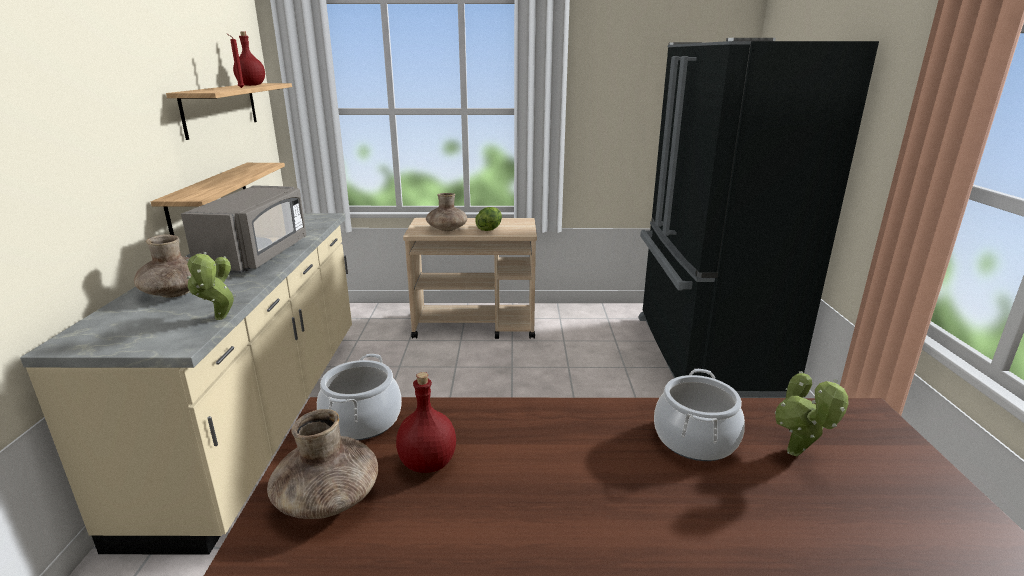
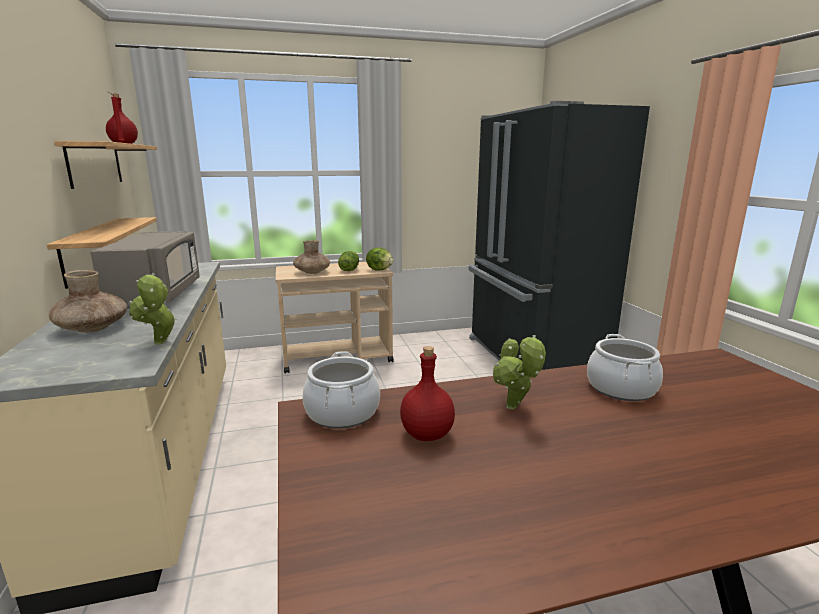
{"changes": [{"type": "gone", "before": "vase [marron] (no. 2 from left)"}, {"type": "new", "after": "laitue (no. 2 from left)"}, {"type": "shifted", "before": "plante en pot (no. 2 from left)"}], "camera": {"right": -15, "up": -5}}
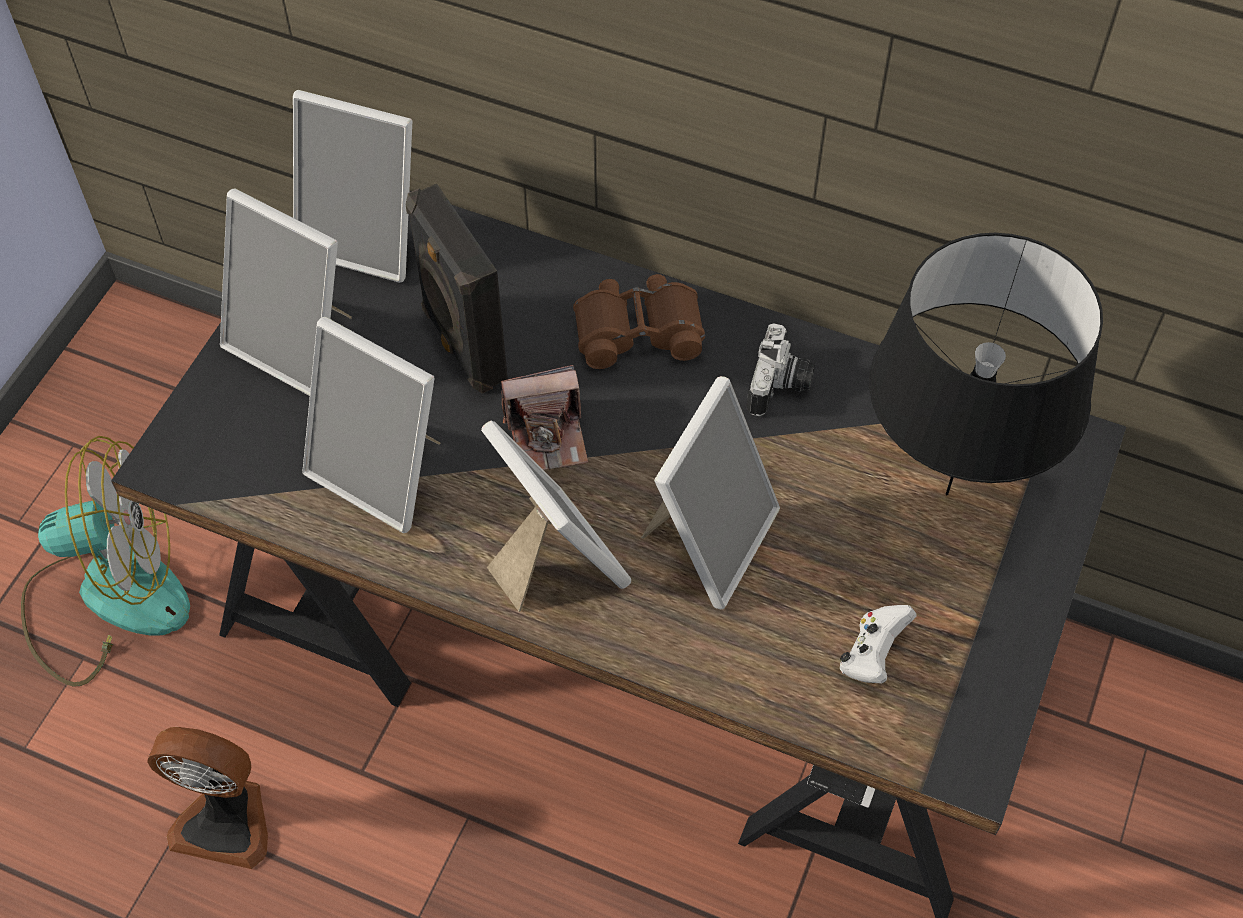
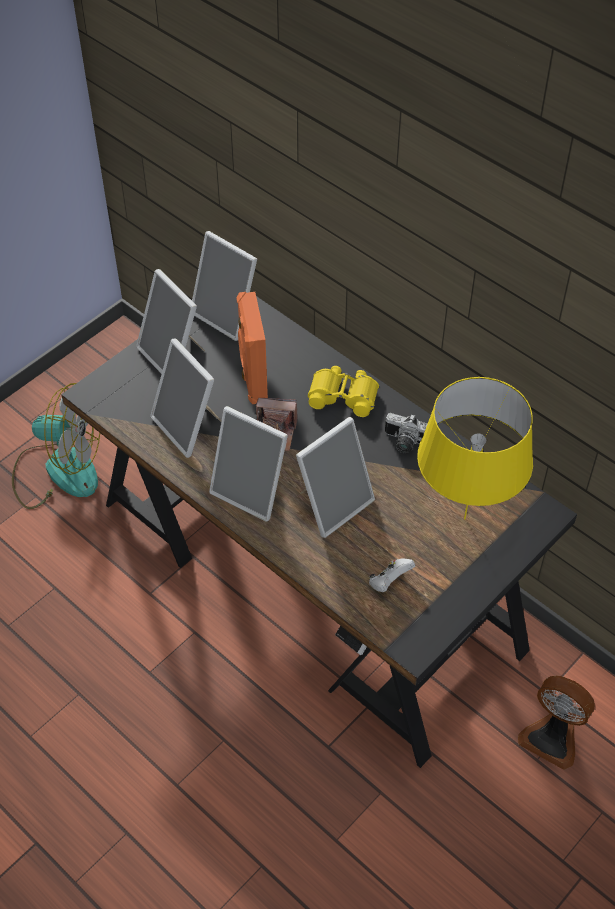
{"changes": [{"type": "shifted", "before": "ventilateur (no. 2 from left)"}, {"type": "repainted", "before": "enceinte [noir]", "after": "enceinte [orange]"}, {"type": "repainted", "before": "jumelles [marron]", "after": "jumelles [jaune]"}, {"type": "repainted", "before": "lampe de table [noir]", "after": "lampe de table [jaune]"}, {"type": "rotated", "before": "cadre photo (no. 4 from left)", "turn": 135}, {"type": "rotated", "before": "appareil photo (no. 2 from left)", "turn": 75}], "camera": {"right": 20, "up": -5}}
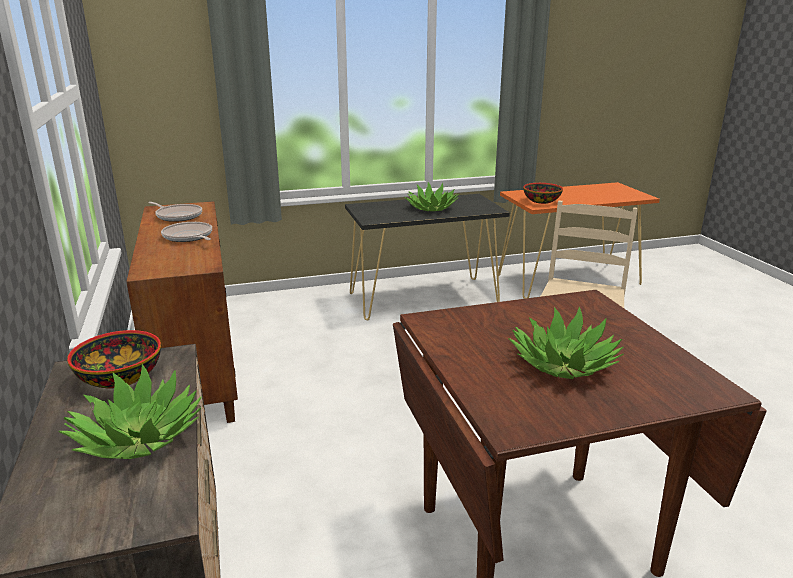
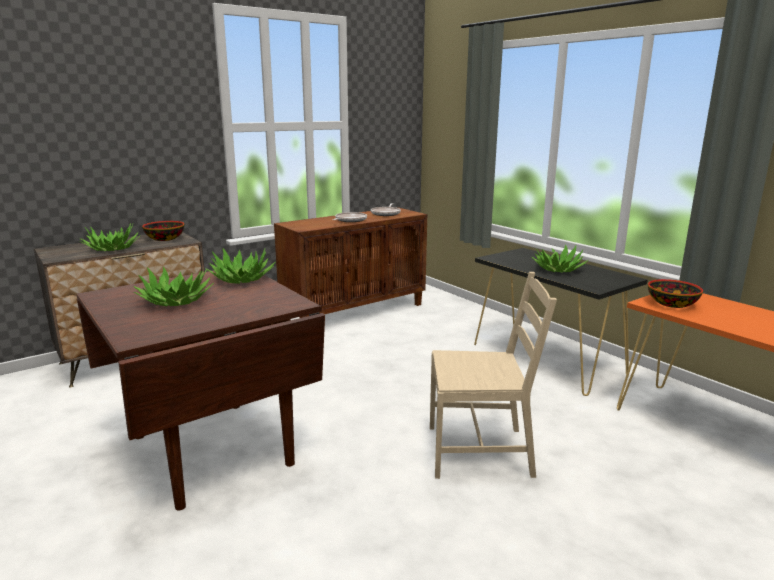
{"changes": [{"type": "new", "after": "plante en pot (no. 3 from left)"}], "camera": {"right": 70, "up": -5}}
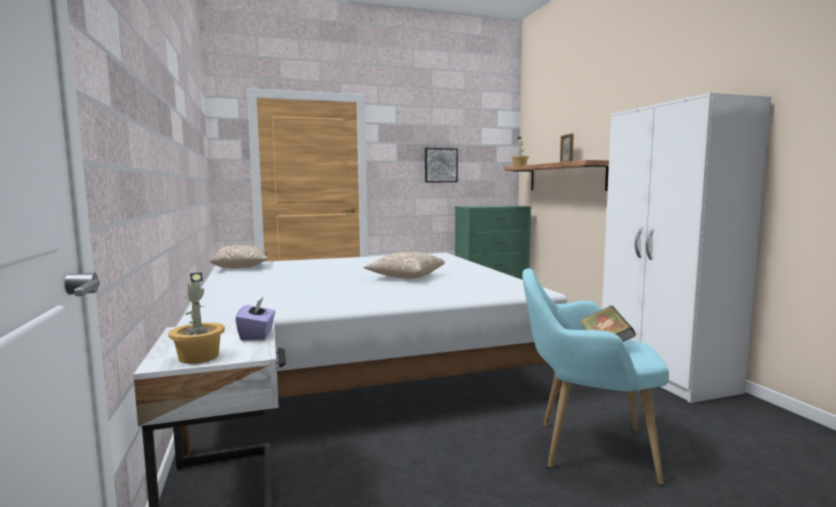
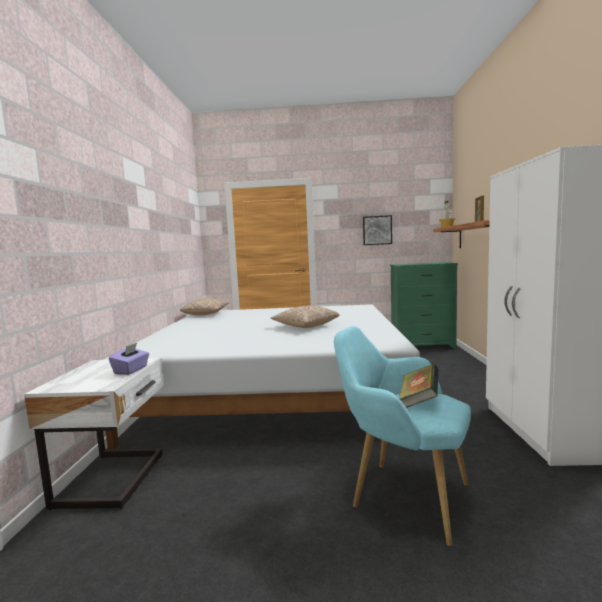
{"changes": [{"type": "gone", "before": "plante en pot (no. 1 from left)"}], "camera": {"right": 20, "up": 0}}
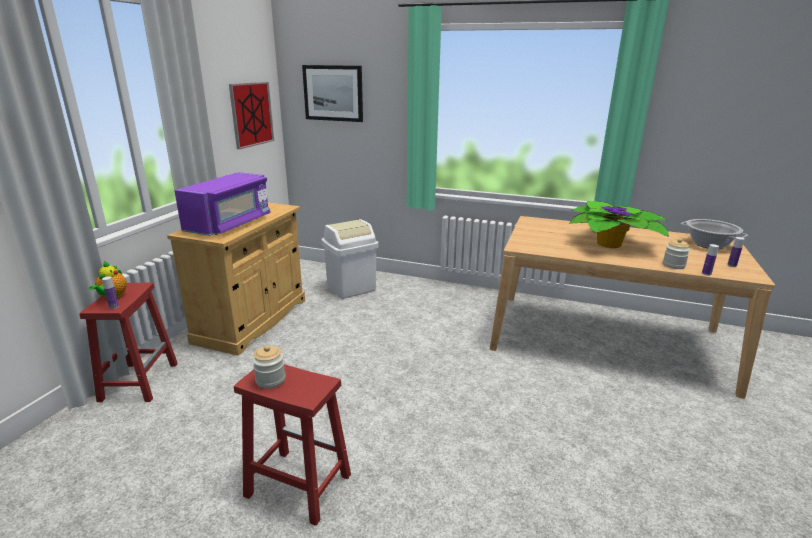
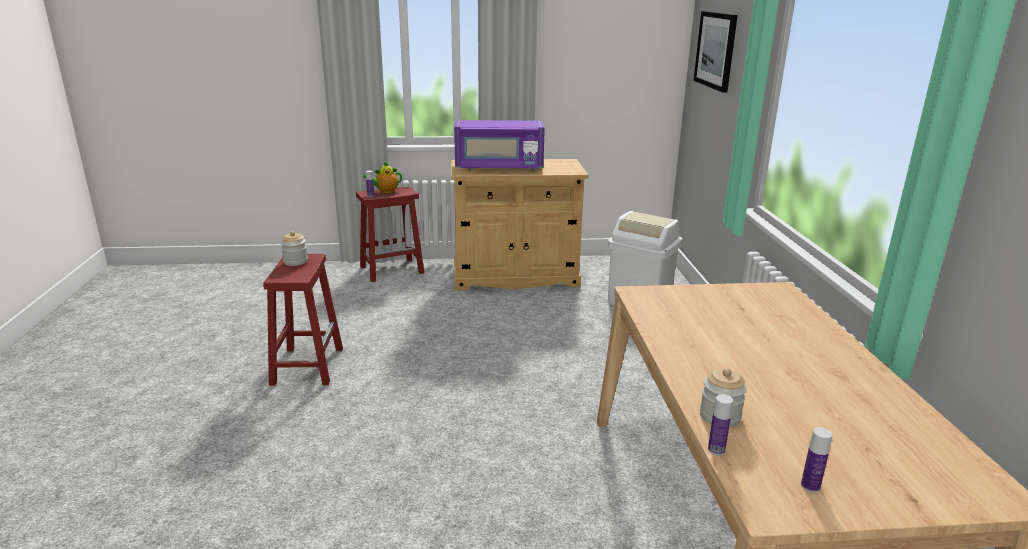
{"changes": [{"type": "gone", "before": "tableau (no. 1 from left)"}, {"type": "gone", "before": "plante en pot"}, {"type": "gone", "before": "marmite"}], "camera": {"right": 65, "up": 0}}
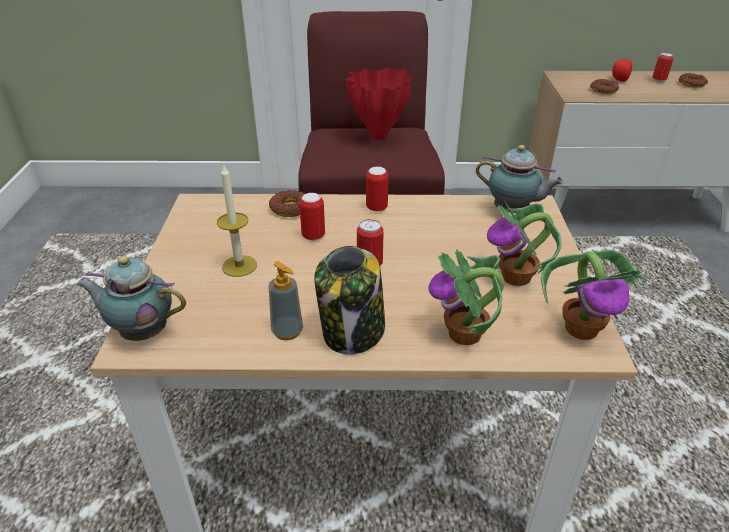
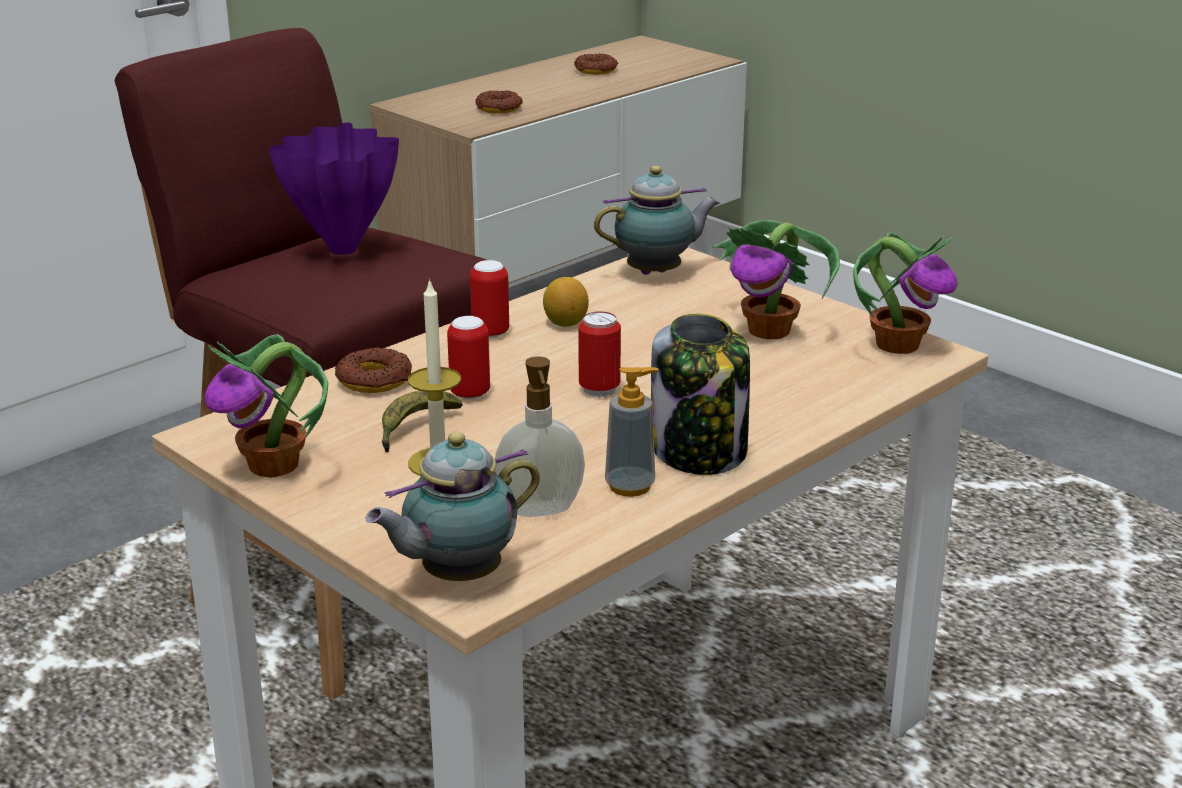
{"changes": [{"type": "gone", "before": "tomate"}, {"type": "gone", "before": "boîte métallique (no. 4 from left)"}, {"type": "new", "after": "banane"}, {"type": "new", "after": "distributeur de savon (no. 1 from left)"}, {"type": "new", "after": "citron"}, {"type": "shifted", "before": "plante en pot (no. 1 from left)"}, {"type": "repainted", "before": "vase [rouge]", "after": "vase [violet]"}], "camera": {"right": -45, "up": -10}}
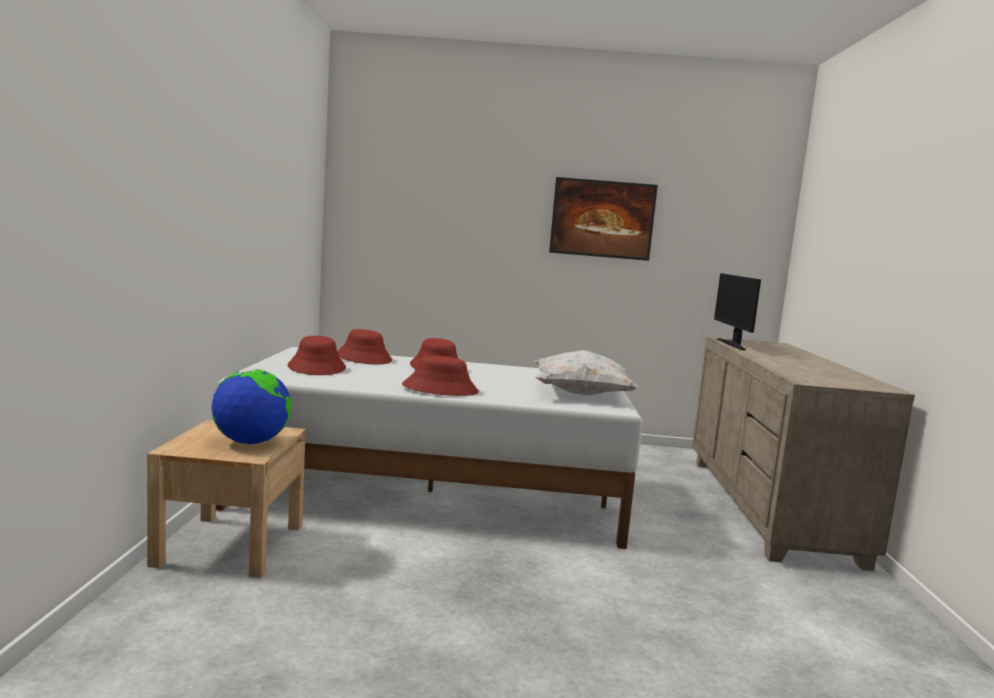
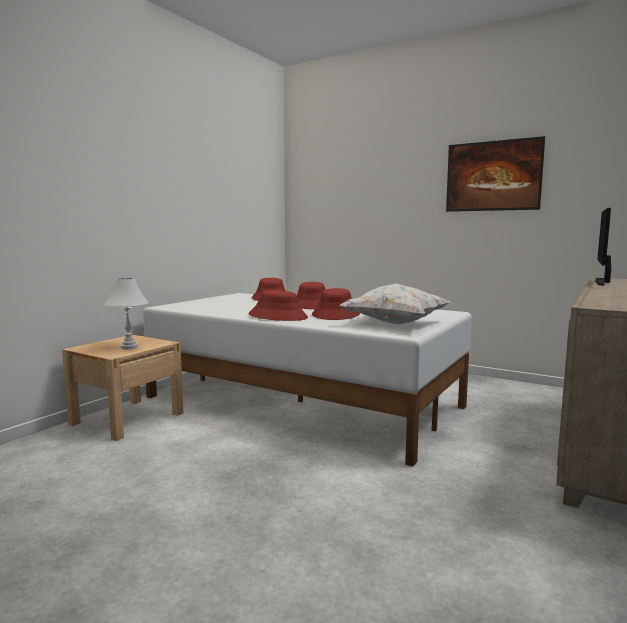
{"changes": [{"type": "shifted", "before": "chapeau [rouge] (no. 1 from left in the first image)", "after": "chapeau [rouge] (no. 4 from left)"}, {"type": "swapped", "before": "globe", "after": "lampe de table [blanc]"}], "camera": {"right": 30, "up": 0}}
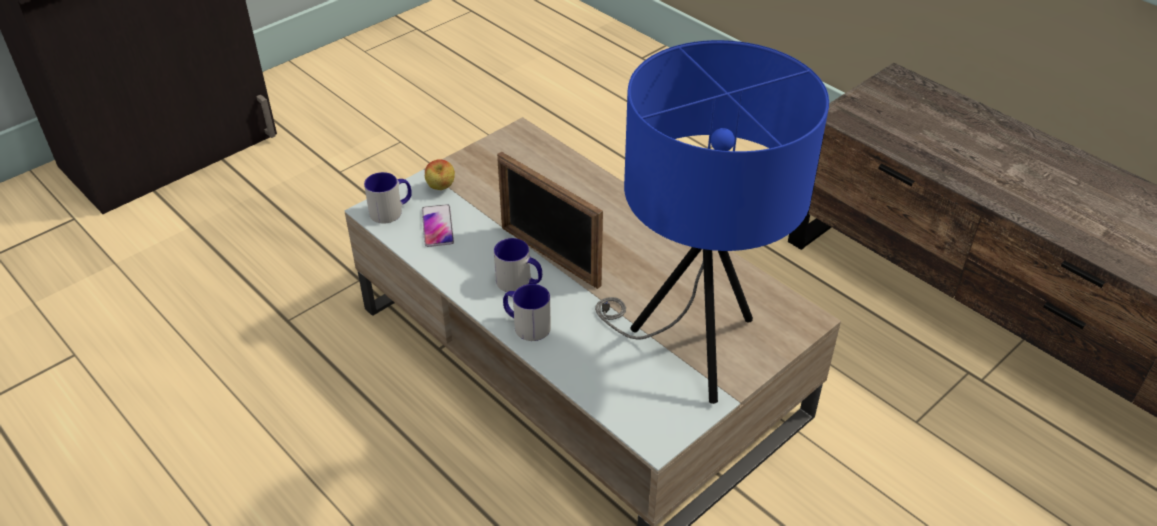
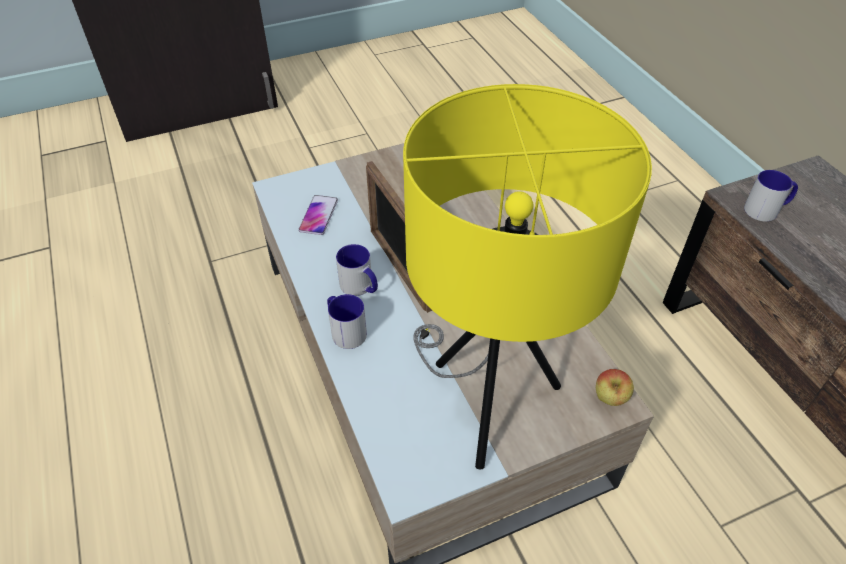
{"changes": [{"type": "shifted", "before": "mug (no. 1 from left in the first image)", "after": "mug (no. 3 from left)"}, {"type": "shifted", "before": "pomme"}, {"type": "repainted", "before": "lampe de table [bleu]", "after": "lampe de table [jaune]"}], "camera": {"right": 20, "up": 5}}
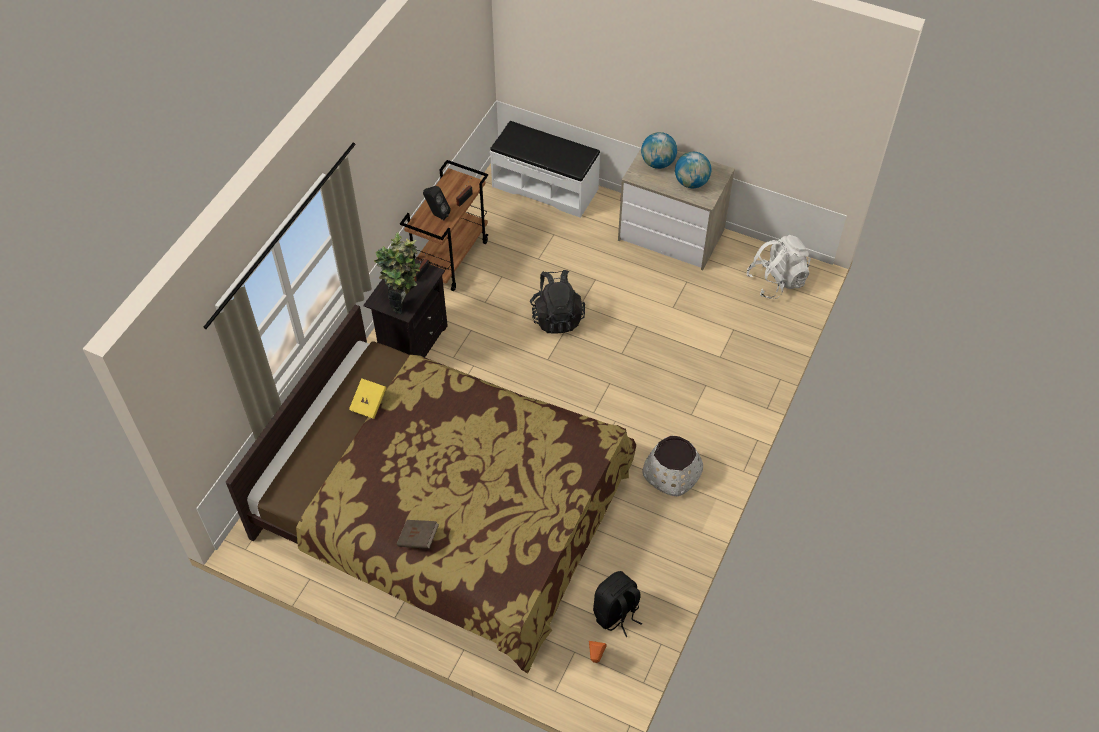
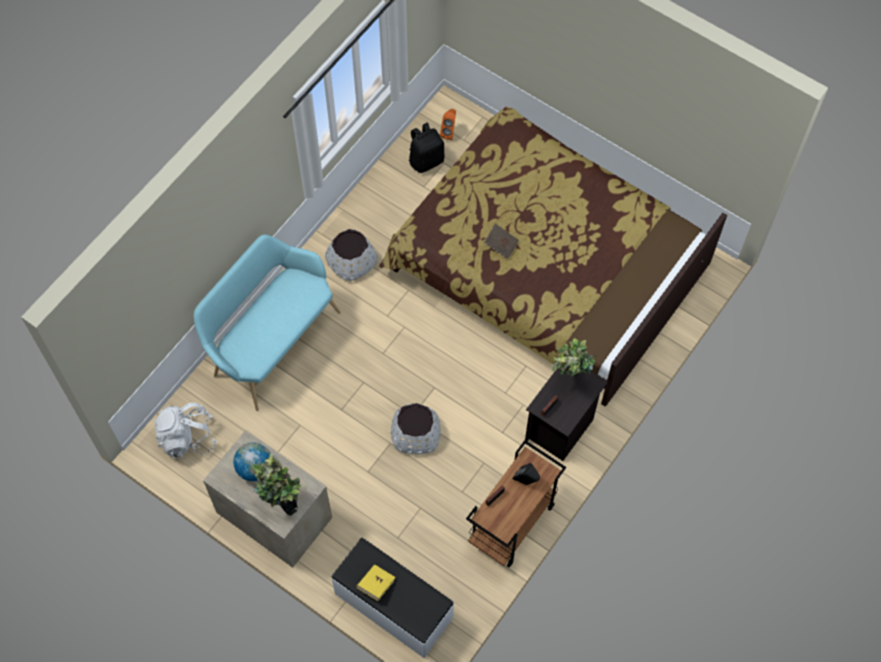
{"changes": [{"type": "new", "after": "banc [turquoise]"}, {"type": "shifted", "before": "livre [jaune]"}, {"type": "shifted", "before": "livre [marron]"}, {"type": "swapped", "before": "sac à dos [noir] (no. 1 from left)", "after": "cache-pot [blanc] (no. 2 from left)"}, {"type": "swapped", "before": "globe (no. 1 from left)", "after": "plante en pot (no. 1 from left)"}], "camera": {"right": -170, "up": 10}}
